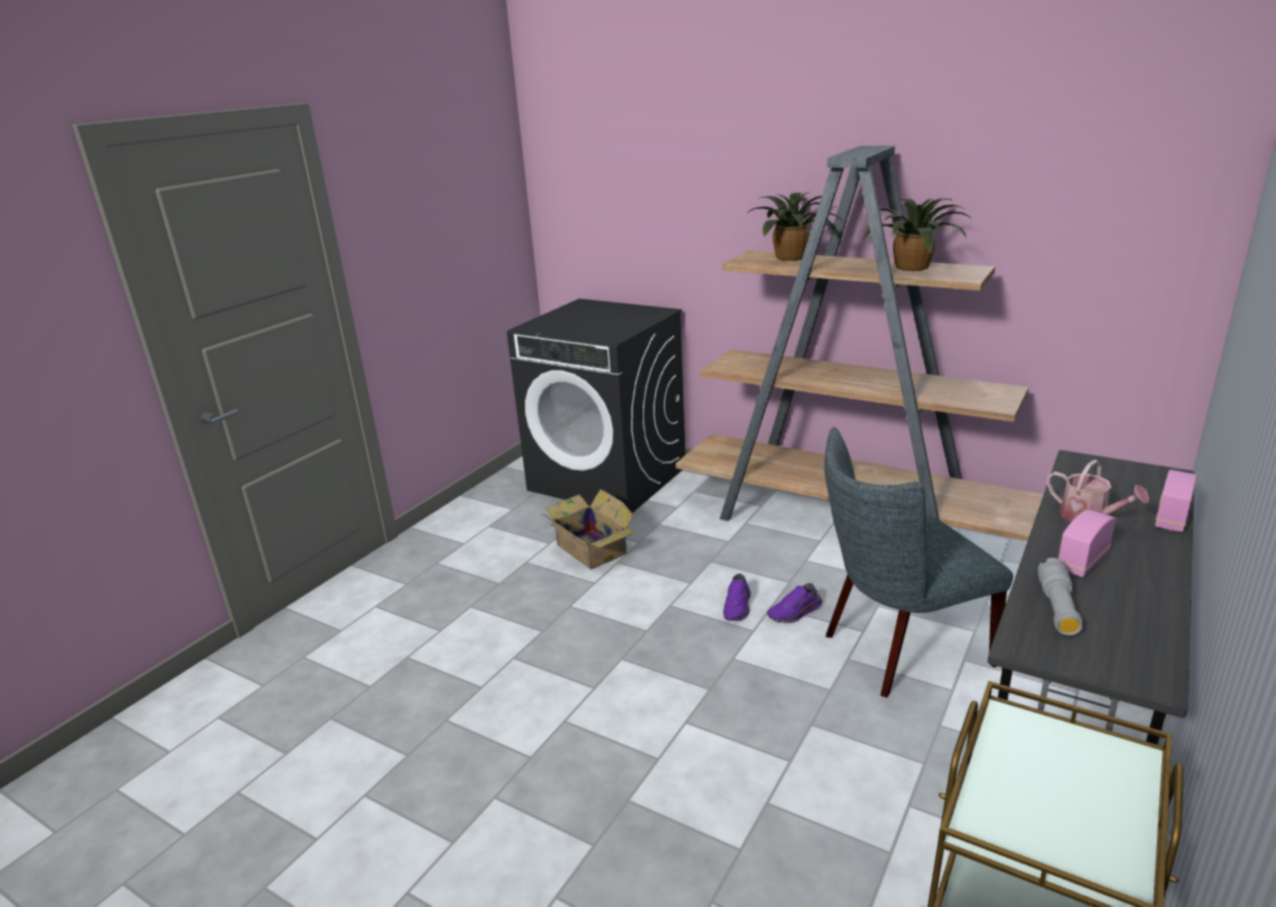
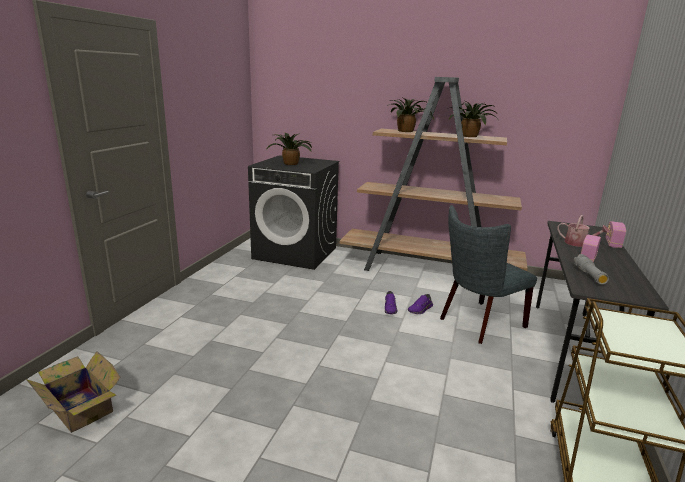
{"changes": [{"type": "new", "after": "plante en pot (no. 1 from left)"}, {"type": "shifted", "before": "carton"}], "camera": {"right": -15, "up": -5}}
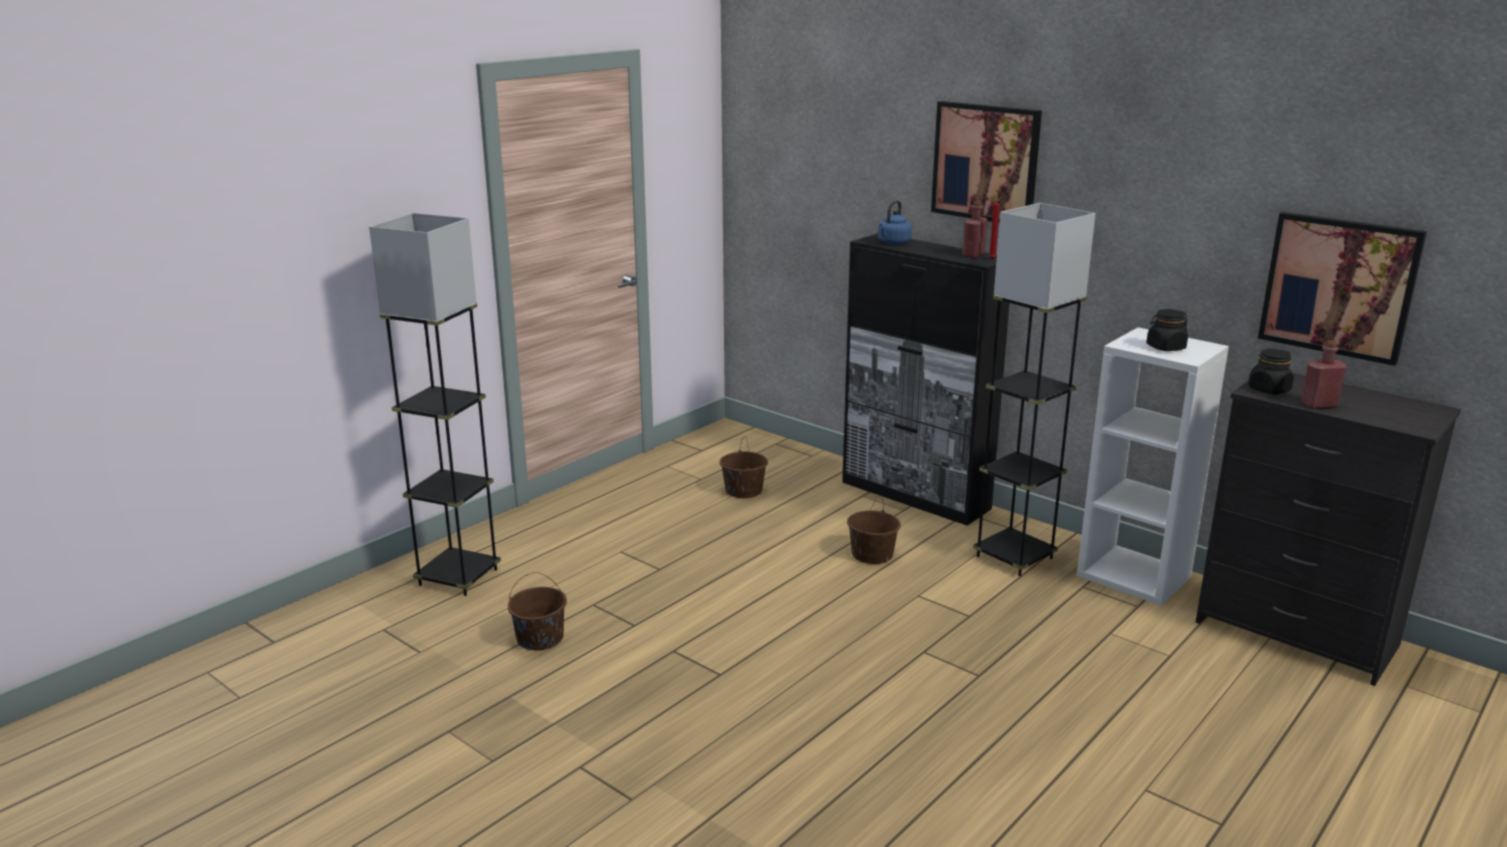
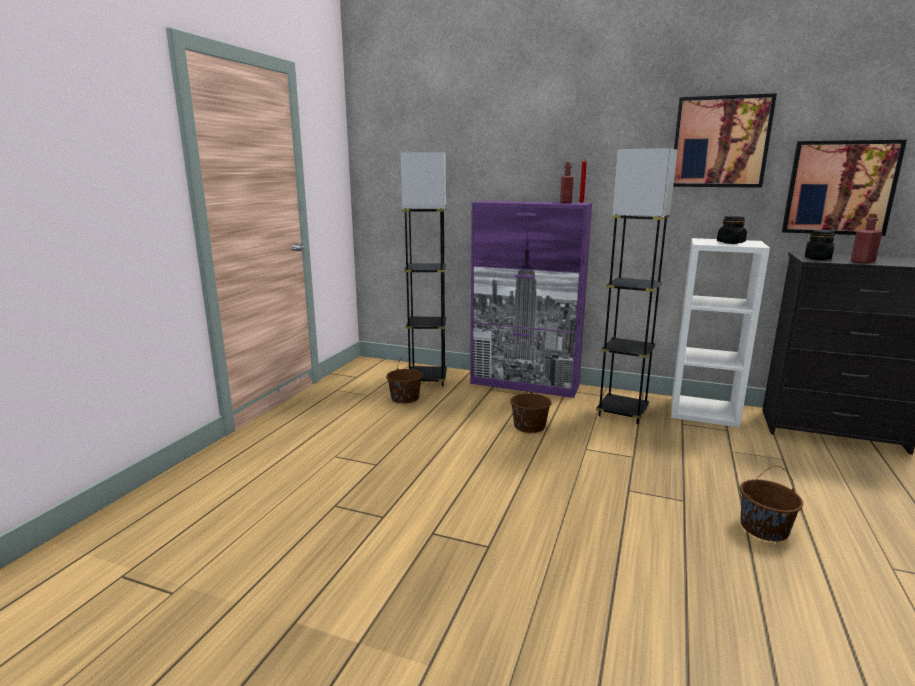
{"changes": [{"type": "gone", "before": "bouilloire [bleu]"}, {"type": "shifted", "before": "lampadaire [gris] (no. 1 from left)"}, {"type": "shifted", "before": "seau [marron] (no. 1 from left in the first image)", "after": "seau [marron] (no. 3 from left)"}, {"type": "shifted", "before": "tableau (no. 1 from left)"}, {"type": "repainted", "before": "meuble de rangement [noir]", "after": "meuble de rangement [violet]"}], "camera": {"right": -20, "up": -5}}
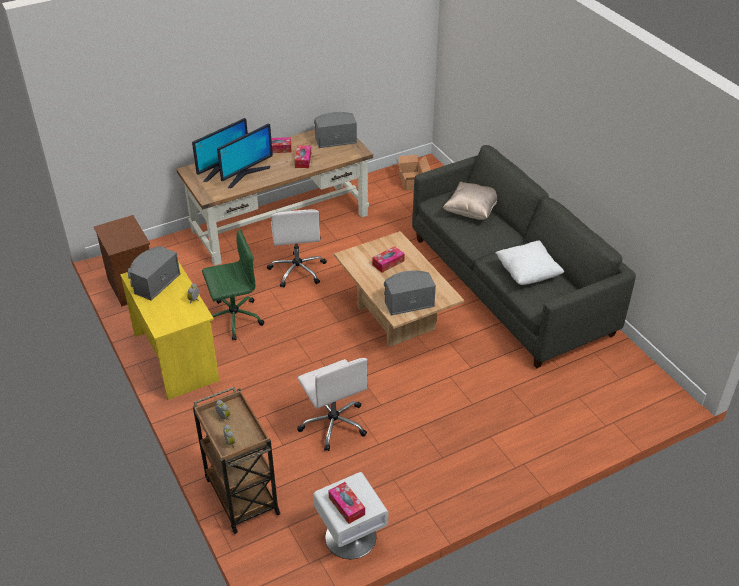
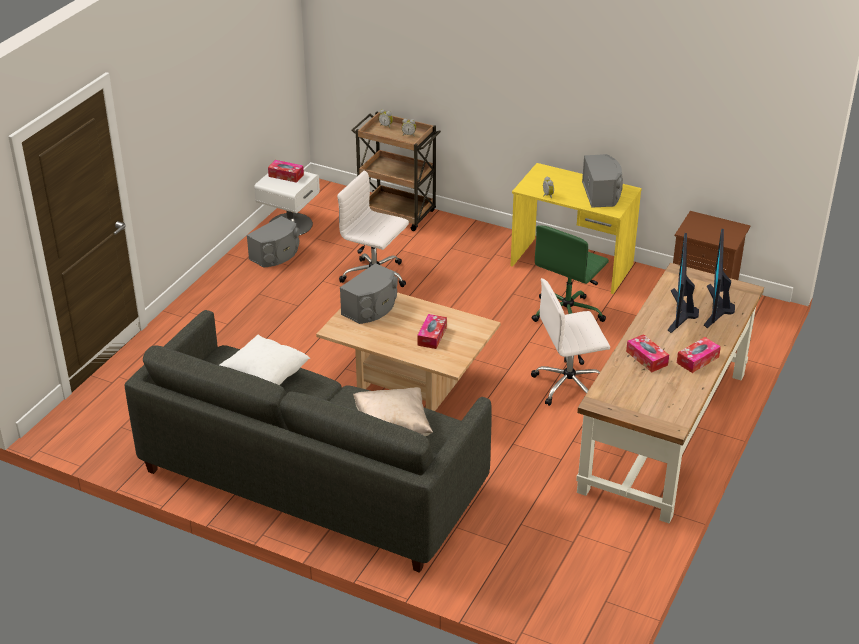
{"changes": [{"type": "gone", "before": "carton"}, {"type": "shifted", "before": "enceinte [gris] (no. 2 from left in the first image)", "after": "enceinte [gris] (no. 1 from left)"}, {"type": "rotated", "before": "chaise de bureau [blanc] (no. 1 from left in the first image)", "turn": -60}], "camera": {"right": 145, "up": -5}}
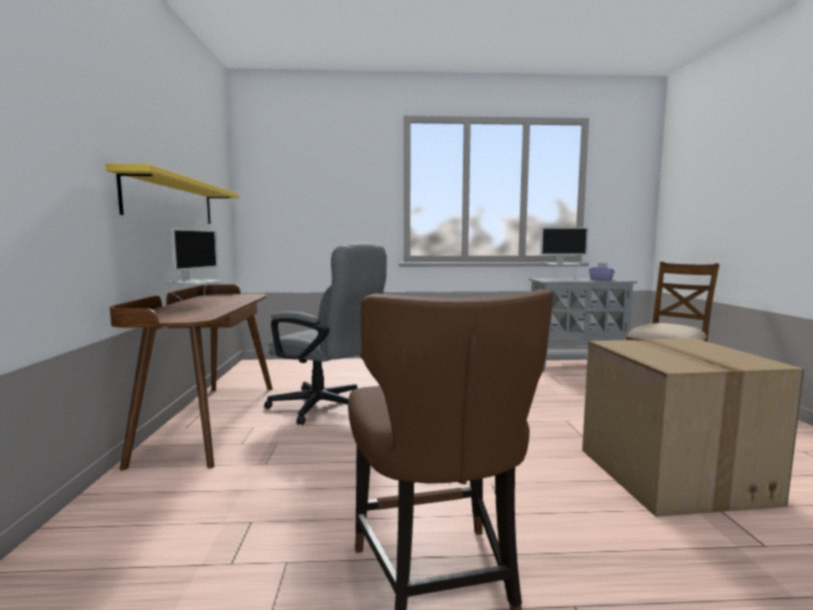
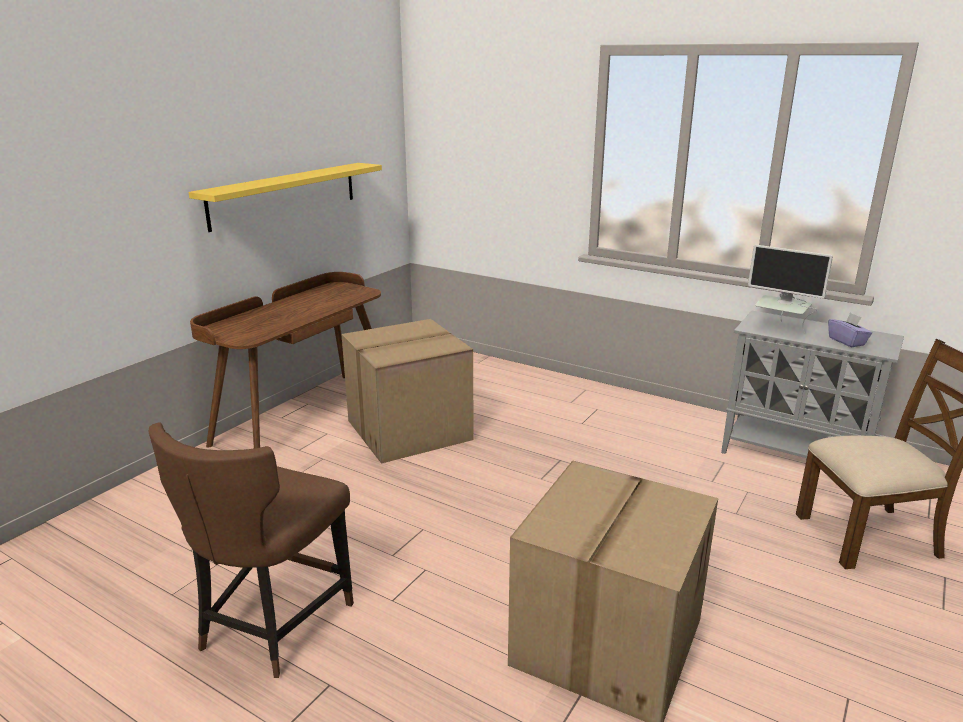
{"changes": [{"type": "gone", "before": "écran d'ordinateur (no. 1 from left)"}, {"type": "swapped", "before": "chaise de bureau [gris]", "after": "carton (no. 1 from left)"}], "camera": {"right": 35, "up": 15}}
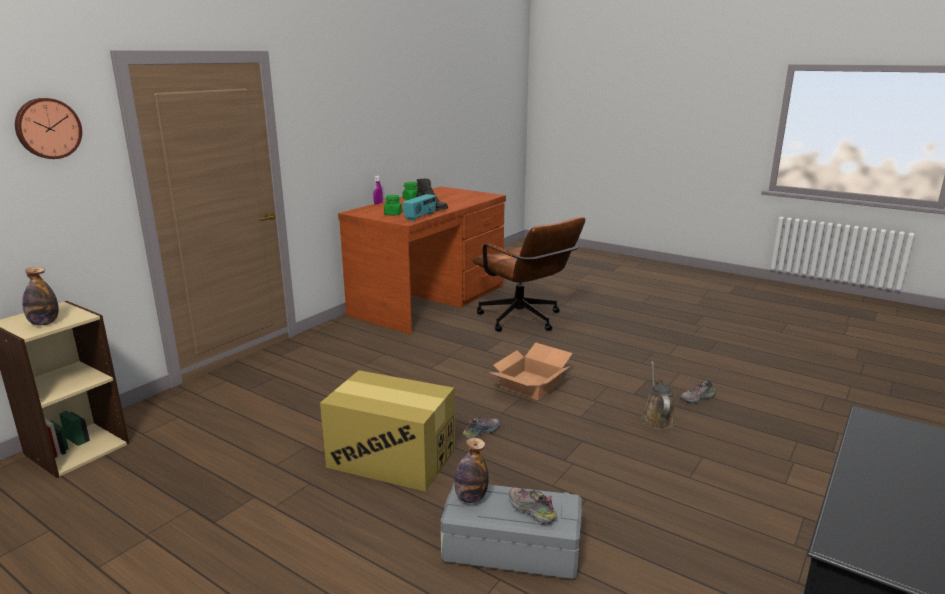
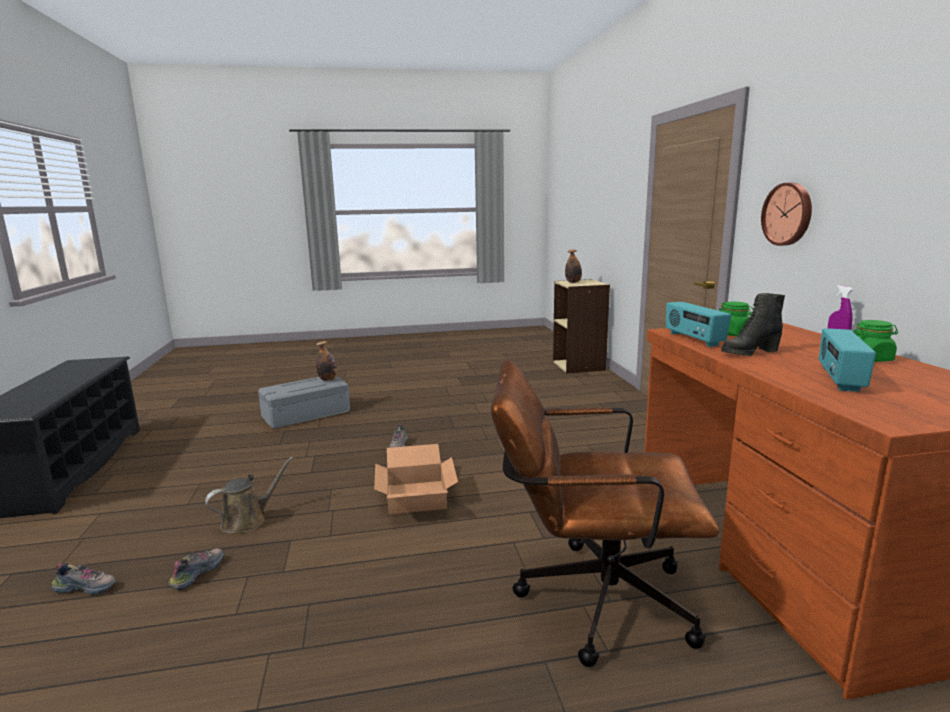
{"changes": [{"type": "gone", "before": "carton (no. 1 from left)"}, {"type": "new", "after": "radio (no. 2 from left)"}, {"type": "shifted", "before": "horloge murale"}, {"type": "shifted", "before": "chaussure (no. 2 from left in the first image)", "after": "chaussure (no. 1 from left)"}, {"type": "rotated", "before": "arrosoir [marron]", "turn": -90}], "camera": {"right": 135, "up": -5}}
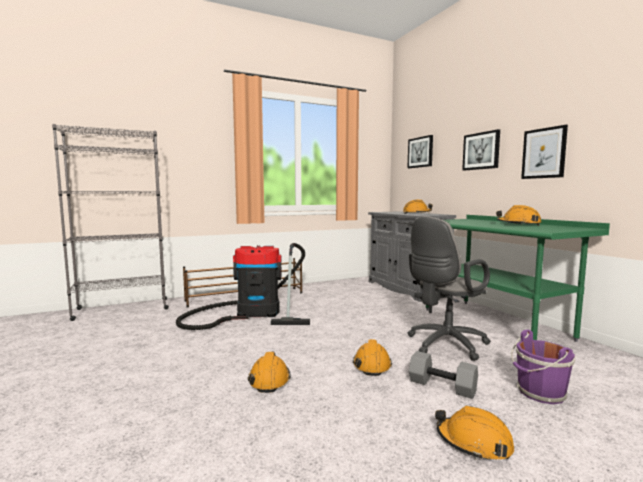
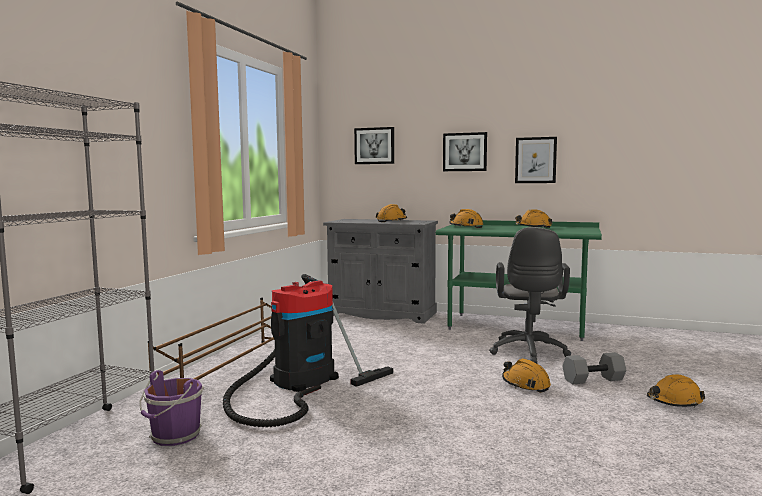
{"changes": [{"type": "shifted", "before": "casque de chantier [orange] (no. 1 from left in the first image)", "after": "casque de chantier [orange] (no. 2 from left)"}, {"type": "shifted", "before": "seau [violet]"}], "camera": {"right": -45, "up": 0}}
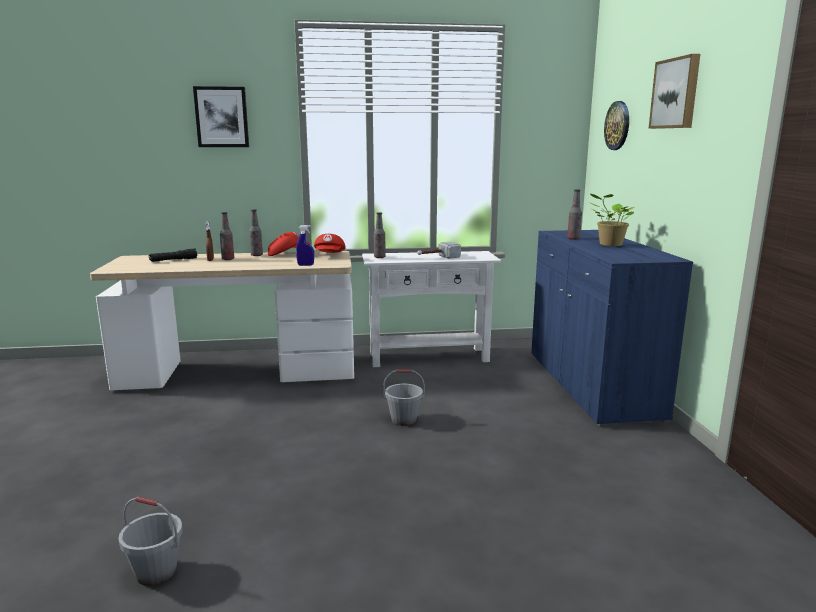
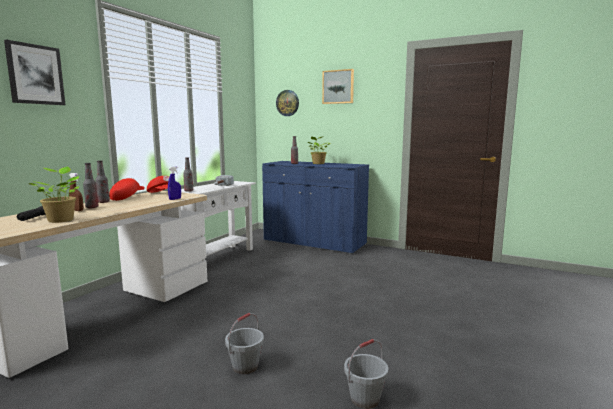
{"changes": [{"type": "new", "after": "plante en pot (no. 1 from left)"}, {"type": "shifted", "before": "seau [gris] (no. 2 from left in the first image)", "after": "seau [gris] (no. 1 from left)"}], "camera": {"right": -55, "up": -5}}
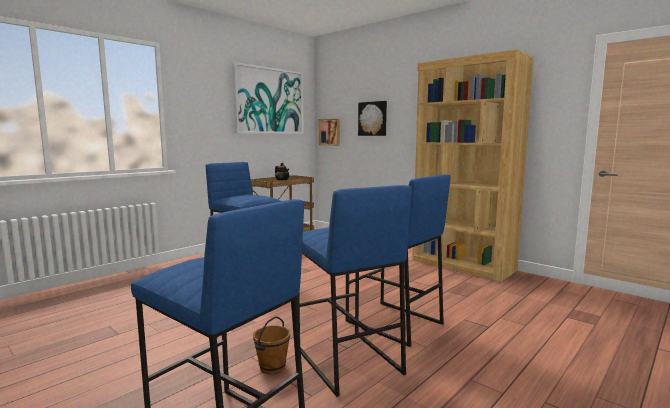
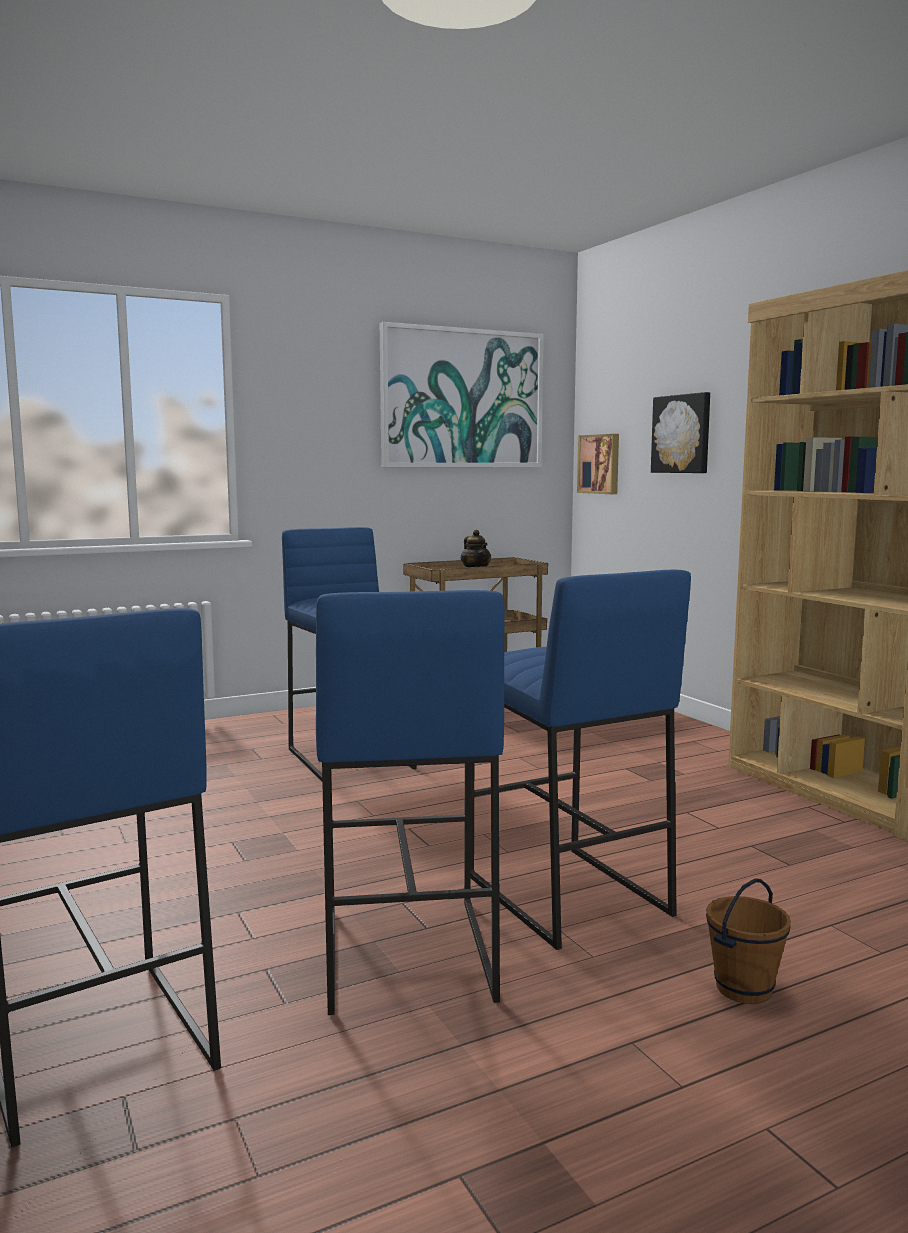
{"changes": [{"type": "shifted", "before": "seau [marron]"}], "camera": {"right": 20, "up": 0}}
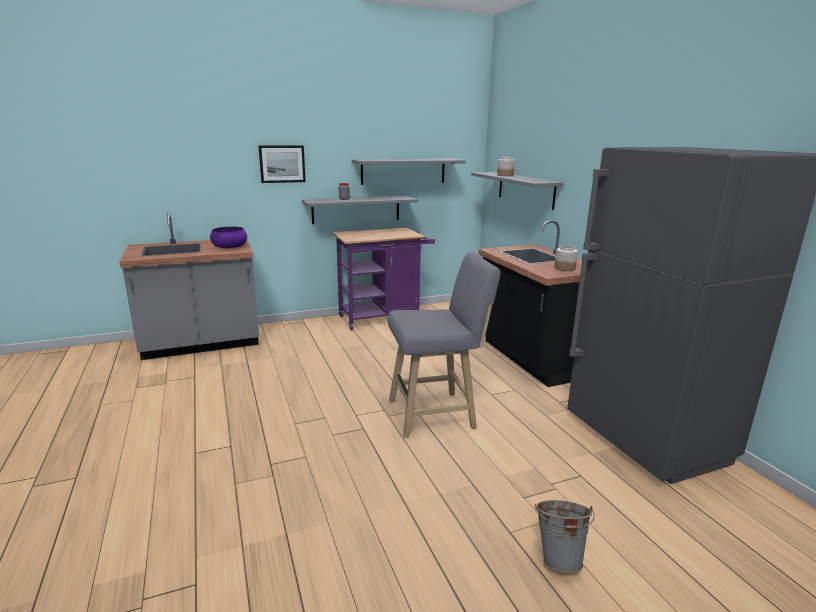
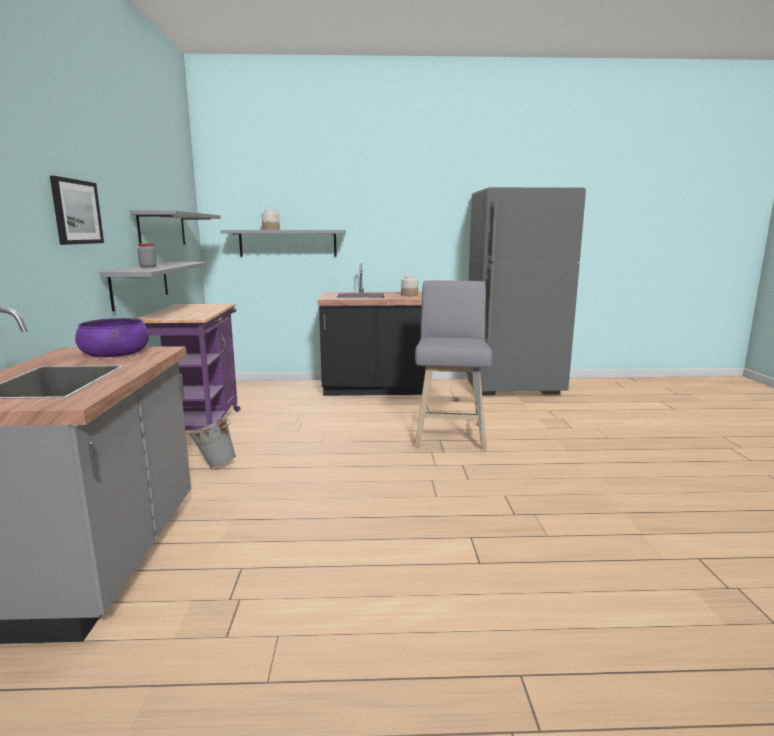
{"changes": [{"type": "shifted", "before": "seau [gris]"}], "camera": {"right": -70, "up": -5}}
